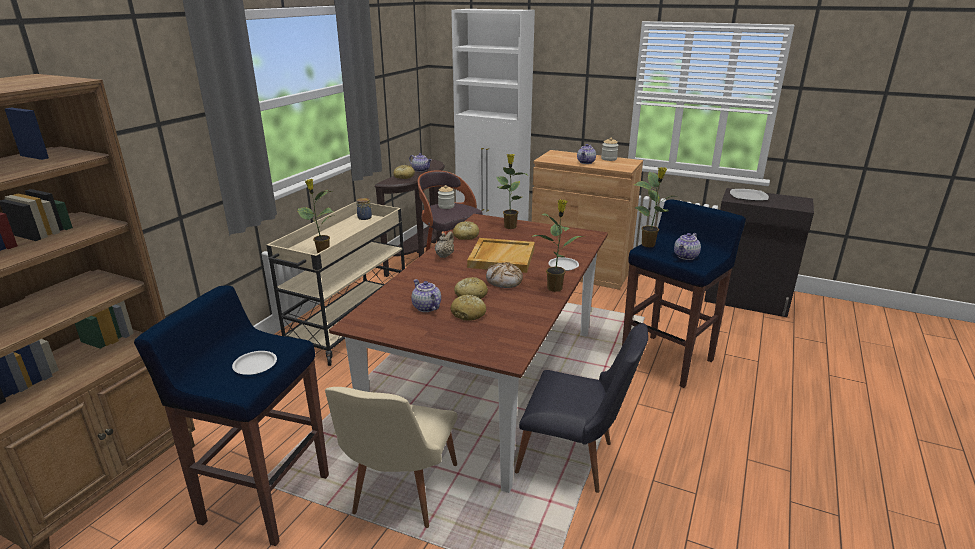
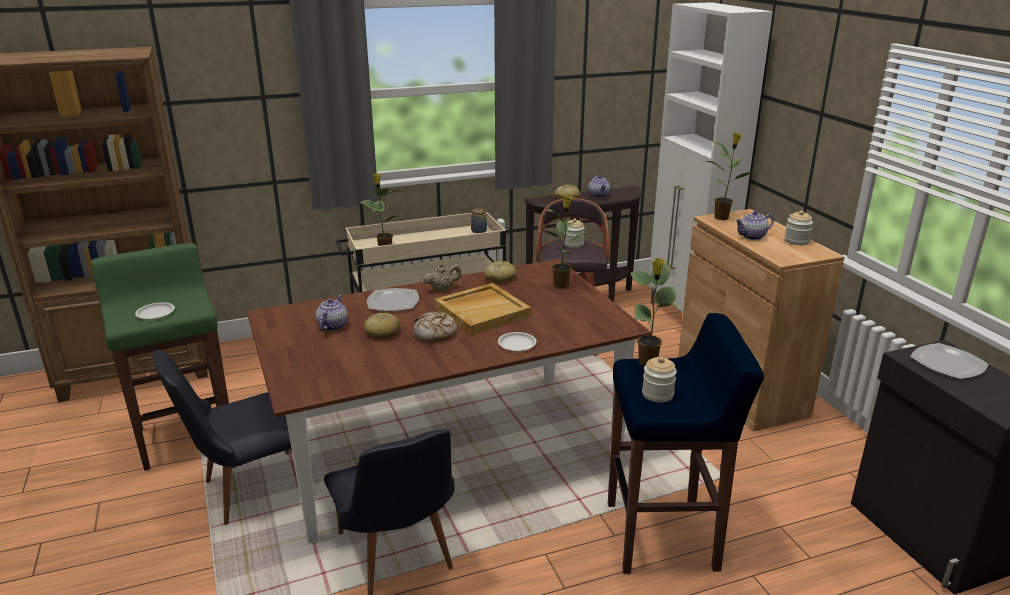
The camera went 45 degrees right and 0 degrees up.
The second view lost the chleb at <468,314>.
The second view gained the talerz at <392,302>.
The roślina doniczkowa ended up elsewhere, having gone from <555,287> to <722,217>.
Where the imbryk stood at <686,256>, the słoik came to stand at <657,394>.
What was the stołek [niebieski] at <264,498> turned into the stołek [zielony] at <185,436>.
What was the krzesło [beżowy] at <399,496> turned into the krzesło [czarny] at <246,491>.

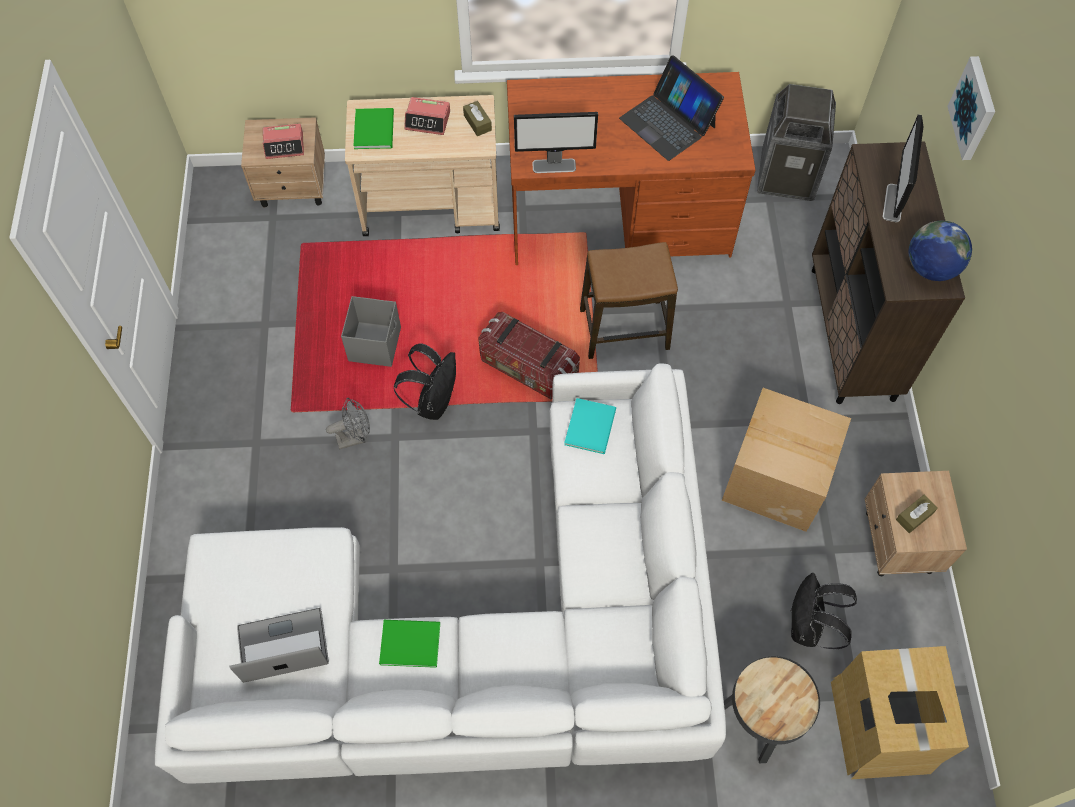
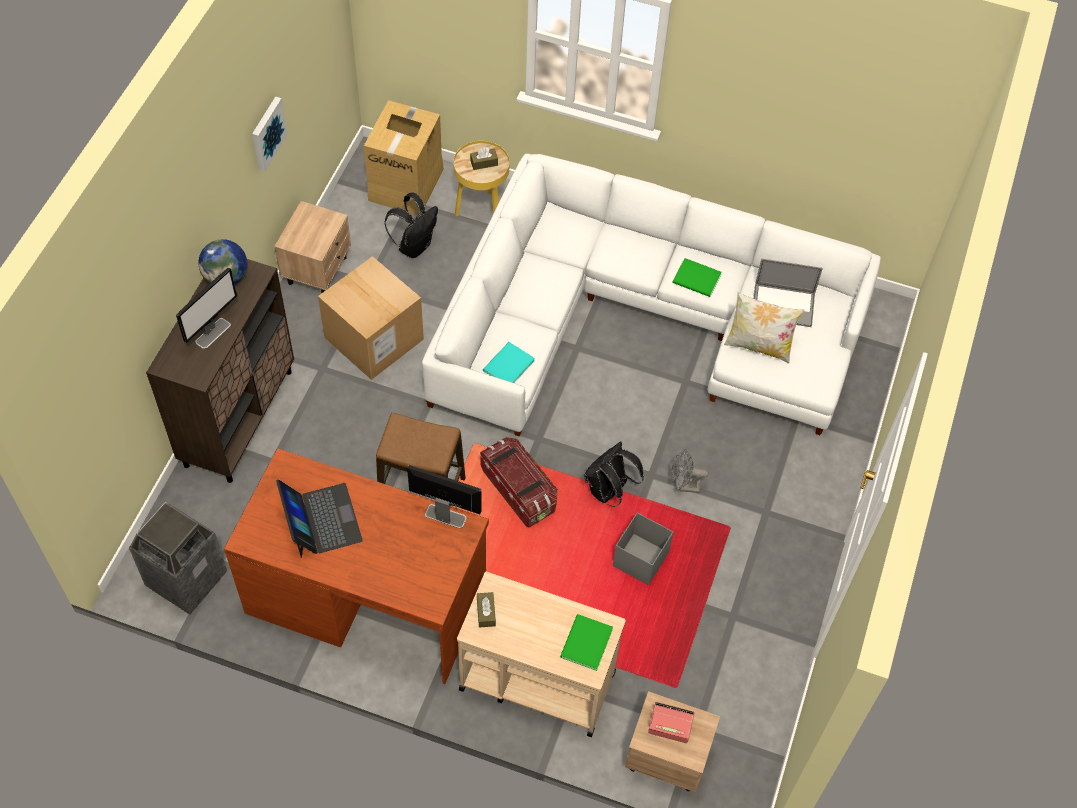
The camera went 160 degrees left and 5 degrees down.
The second view lost the budzik at <428,120>.
The second view gained the poduszka at <758,346>.
The pudełko chusteczek [brązowy] ended up elsewhere, having gone from <914,516> to <484,163>.
The obraz ended up elsewhere, having gone from <974,108> to <267,133>.
What was the stolik [czarny] at <757,723> turned into the stolik [żółty] at <482,211>.

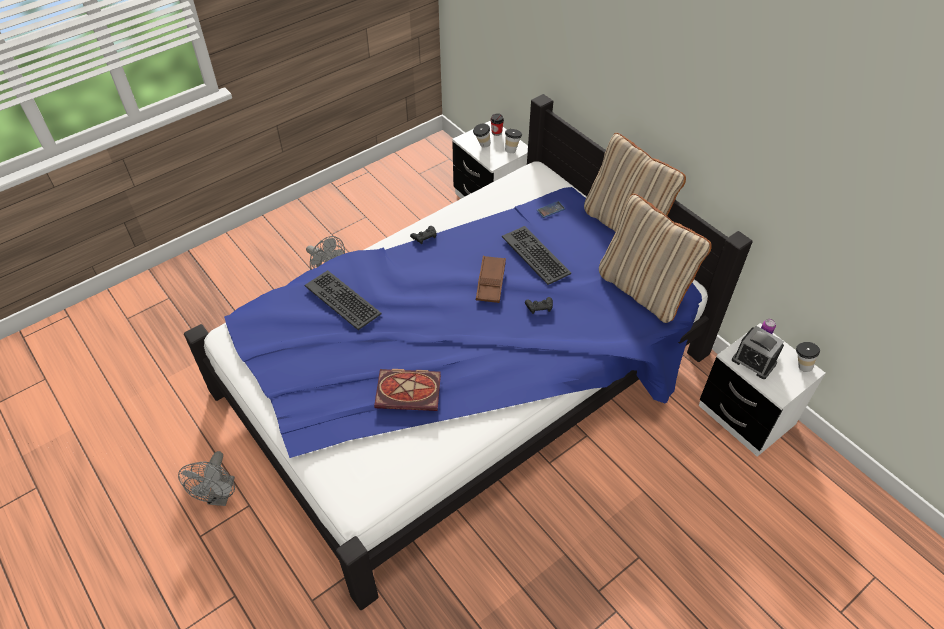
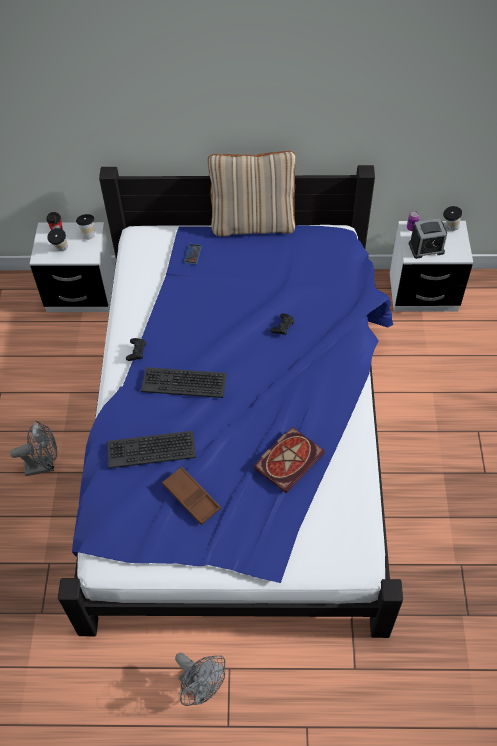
The camera went 50 degrees left and 5 degrees up.
The second view lost the poduszka [beżowy] at <643,290>.
The taca [brązowy] ended up elsewhere, having gone from <490,282> to <191,497>.
The klawiatura ended up elsewhere, having gone from <536,255> to <184,382>.

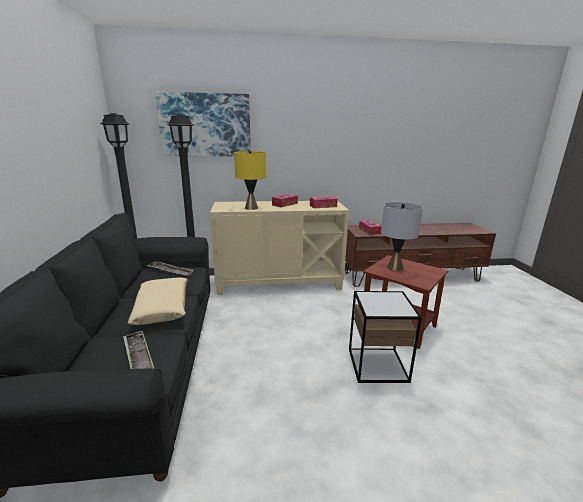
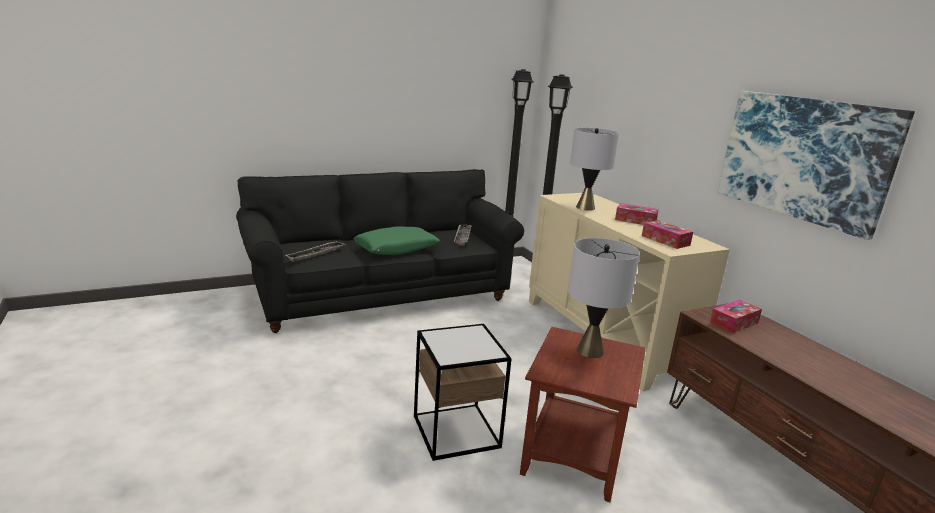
The camera went 70 degrees right and 0 degrees up.
The obraz ended up elsewhere, having gone from <205,125> to <803,158>.
What was the poduszka [beżowy] at <162,307> turned into the poduszka [zielony] at <396,249>.
What was the lampa stołowa [żółty] at <251,208> turned into the lampa stołowa [szary] at <585,208>.

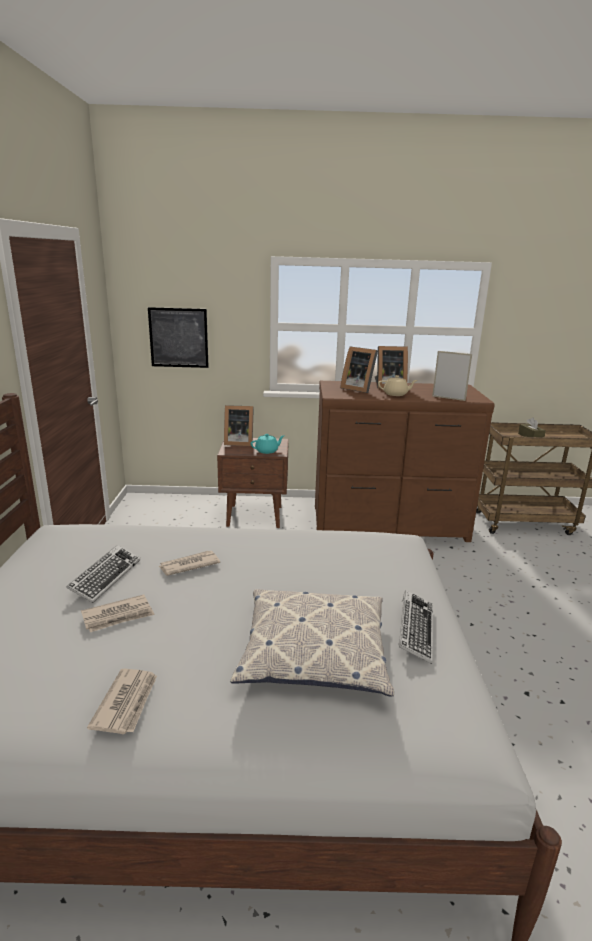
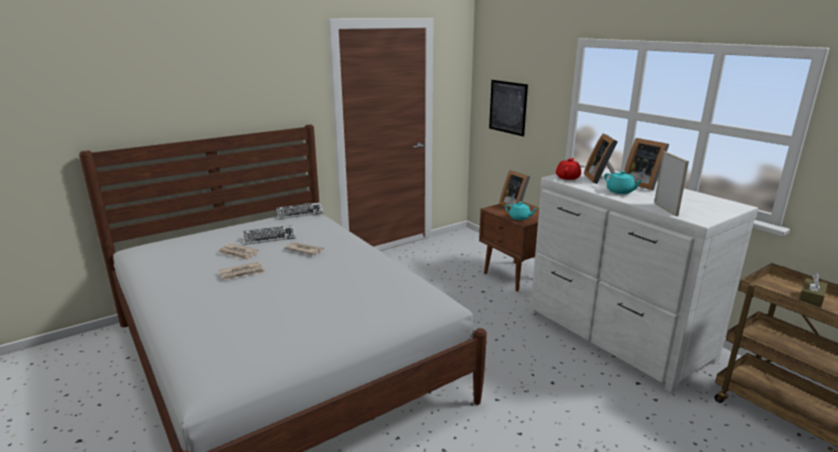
The camera went 55 degrees right and 0 degrees up.
The second view lost the poduszka at <314,651>.
The second view gained the imbryk [czerwony] at <568,177>.
The gazeta ended up elsewhere, having gone from <127,703> to <242,273>.
The klawiatura ended up elsewhere, having gone from <415,630> to <300,213>.
What was the komoda [brązowy] at <389,524> turned into the komoda [biały] at <615,335>.
What was the imbryk [beżowy] at <396,394> turned into the imbryk [turkusowy] at <620,191>.

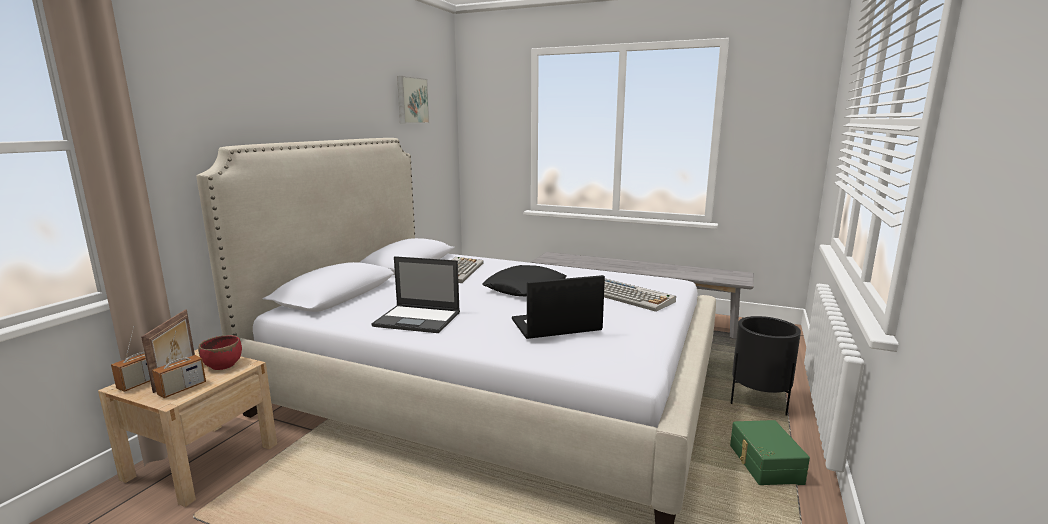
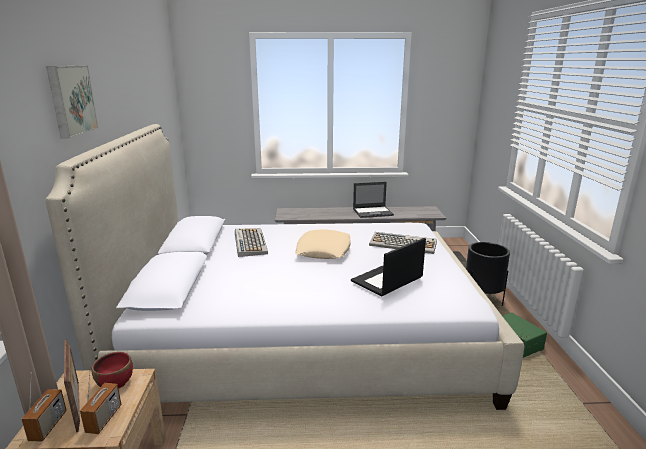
The camera went 25 degrees left and 5 degrees up.
The laptop ended up elsewhere, having gone from <418,319> to <373,212>.
The obraz ended up elsewhere, having gone from <411,100> to <70,100>.
What was the poduszka [czarny] at <525,288> turned into the poduszka [beżowy] at <323,250>.

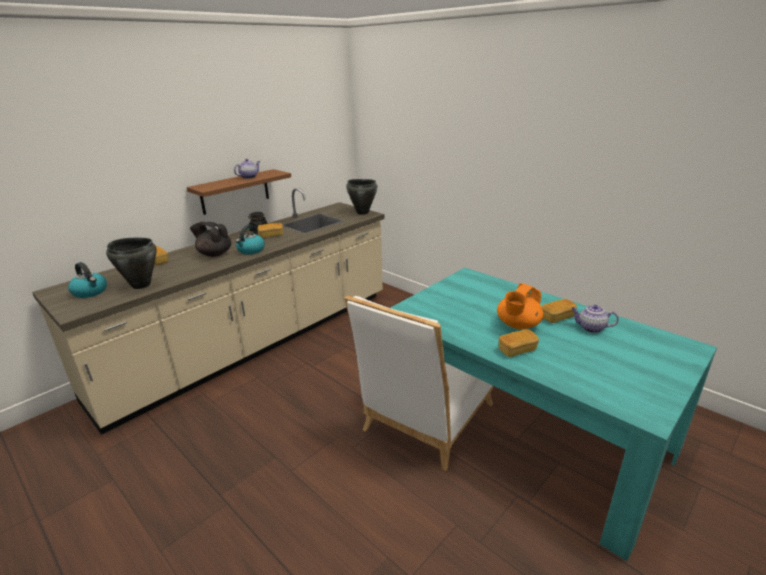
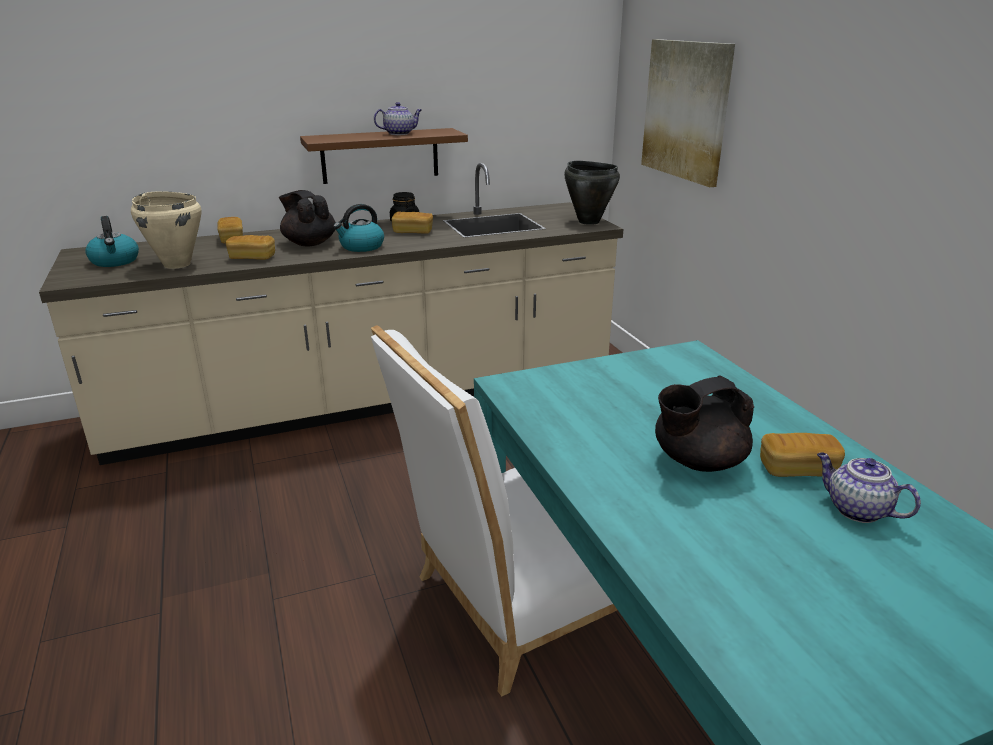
The camera went 25 degrees right and 0 degrees up.
The second view gained the obraz at <686,110>.
The chleb ended up elsewhere, having gone from <517,350> to <252,258>.
What was the garnek [czarny] at <141,285> turned into the garnek [beżowy] at <177,264>.
What was the imbryk [pomarańczowy] at <517,325> turned into the imbryk [czarny] at <697,461>.

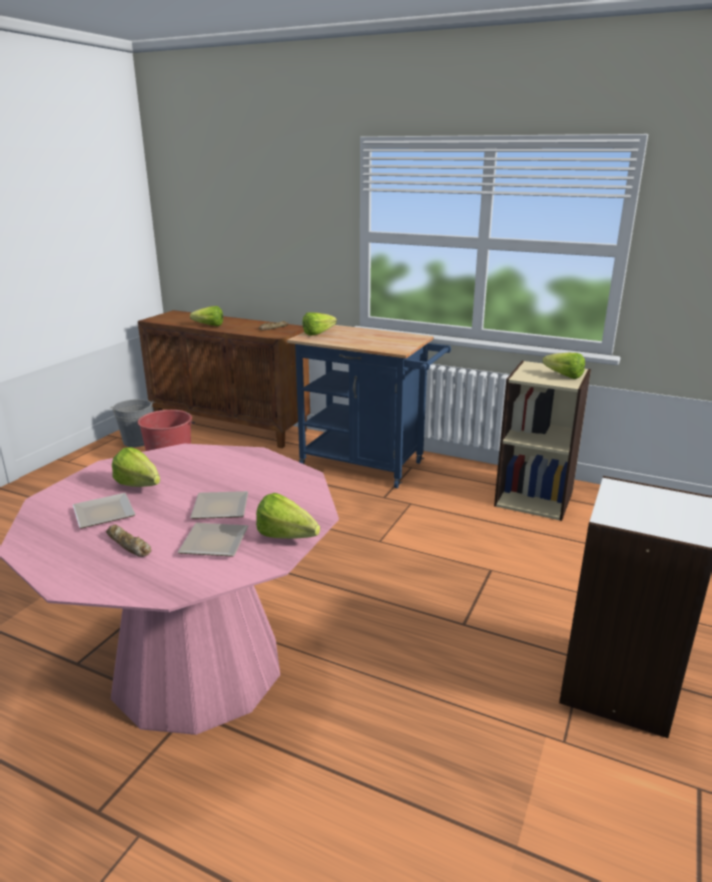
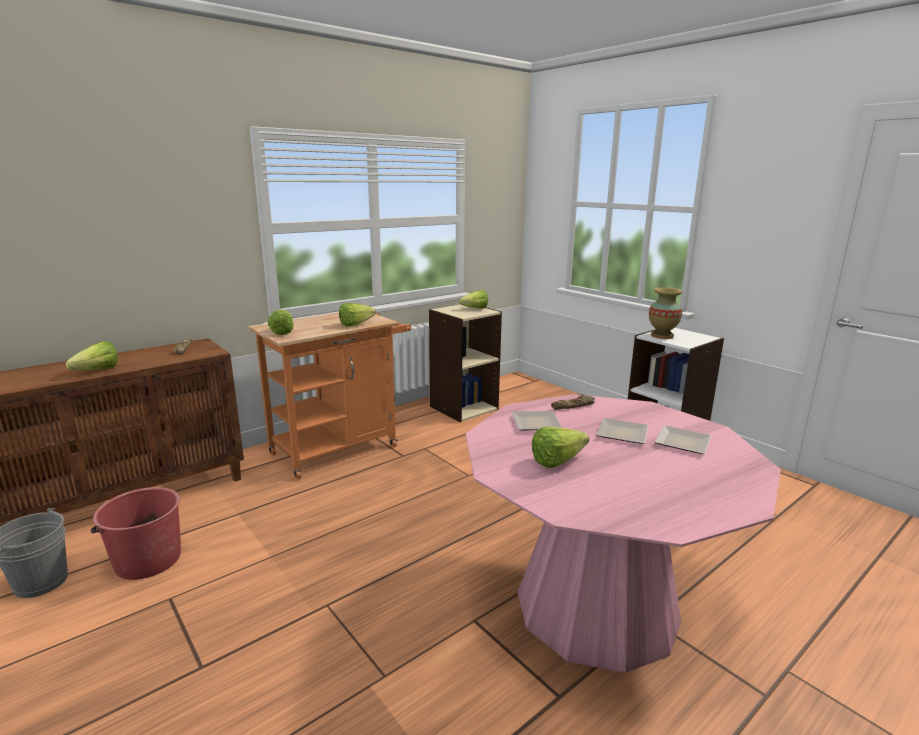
The camera went 65 degrees left and 5 degrees down.
The second view gained the wazon at <662,336>.
The talerz ended up elsewhere, having gone from <102,513> to <534,424>.
The chleb ended up elsewhere, having gone from <128,545> to <573,406>.
The sałata ended up elsewhere, having gone from <290,539> to <359,324>.
What was the wózek [niebieski] at <369,466> turned into the wózek [pomarańczowy] at <341,447>.

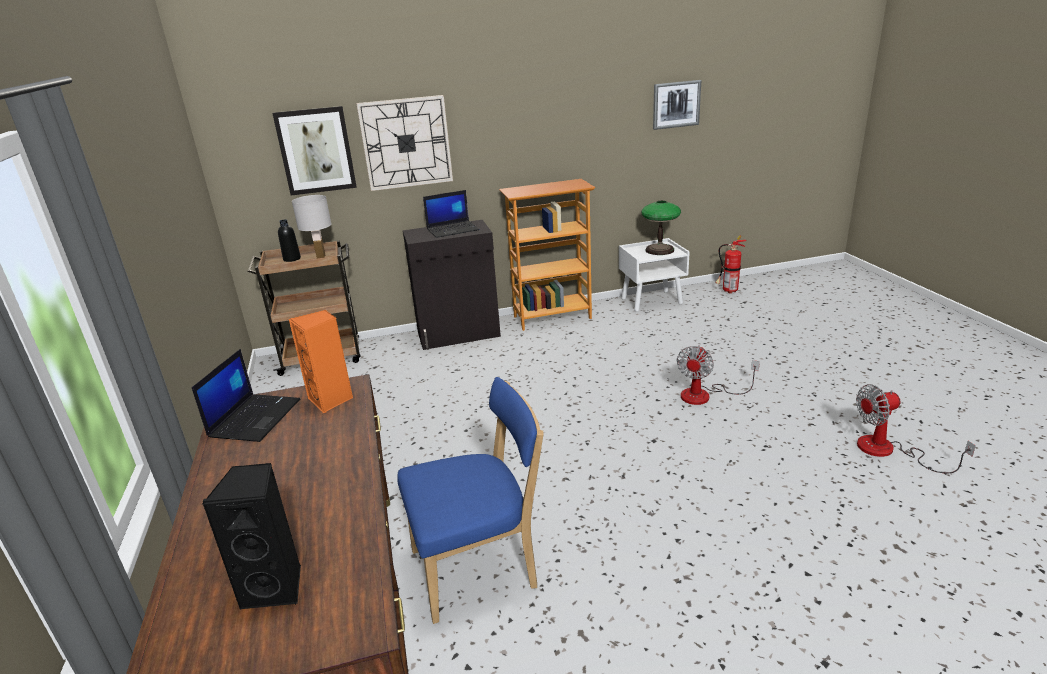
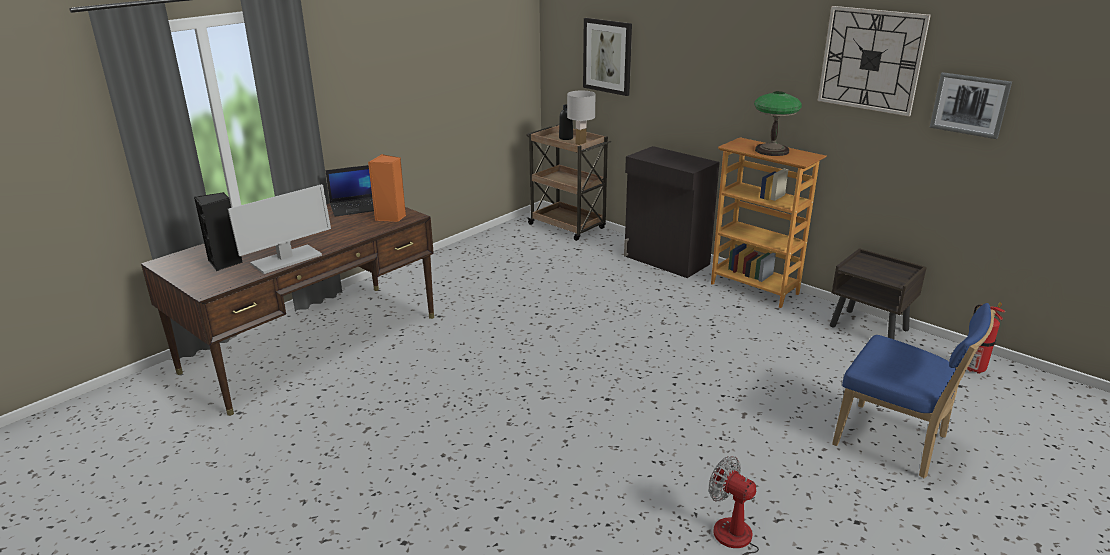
The camera went 55 degrees right and 0 degrees up.
The second view lost the laptop at <453,229>.
The second view lost the wentylator at <705,395>.
The second view gained the monitor at <286,260>.
The zegar ścienny ended up elsewhere, having gone from <406,143> to <871,60>.
The krzesło [niebieski] ended up elsewhere, having gone from <480,568> to <895,443>.
The lampa stołowa ended up elsewhere, having gone from <659,250> to <771,150>.
What was the szafka nocna [biały] at <652,301> turned into the szafka nocna [brązowy] at <869,328>.

